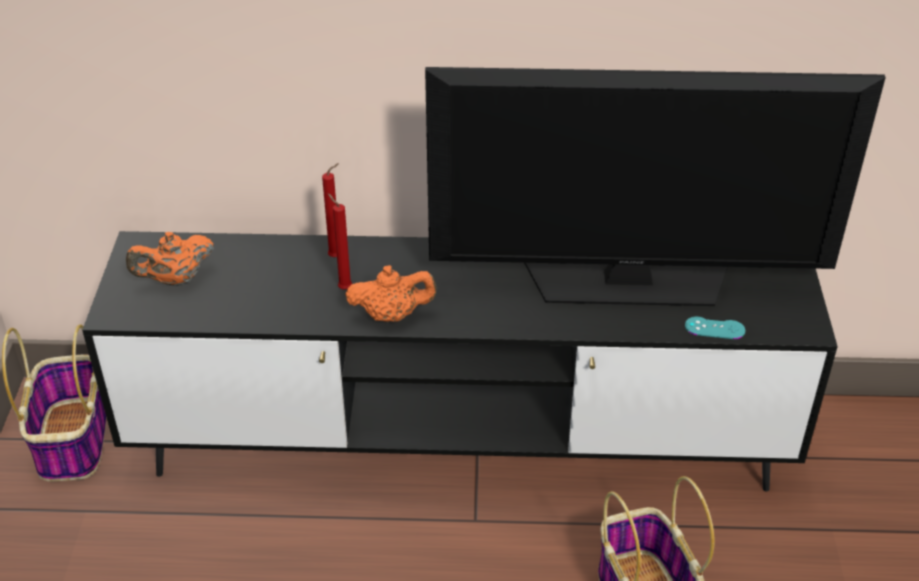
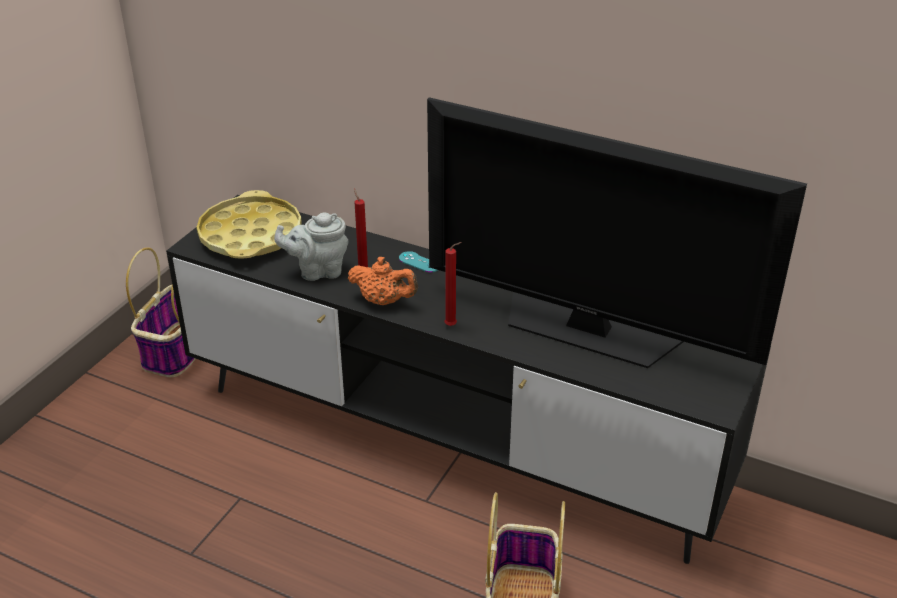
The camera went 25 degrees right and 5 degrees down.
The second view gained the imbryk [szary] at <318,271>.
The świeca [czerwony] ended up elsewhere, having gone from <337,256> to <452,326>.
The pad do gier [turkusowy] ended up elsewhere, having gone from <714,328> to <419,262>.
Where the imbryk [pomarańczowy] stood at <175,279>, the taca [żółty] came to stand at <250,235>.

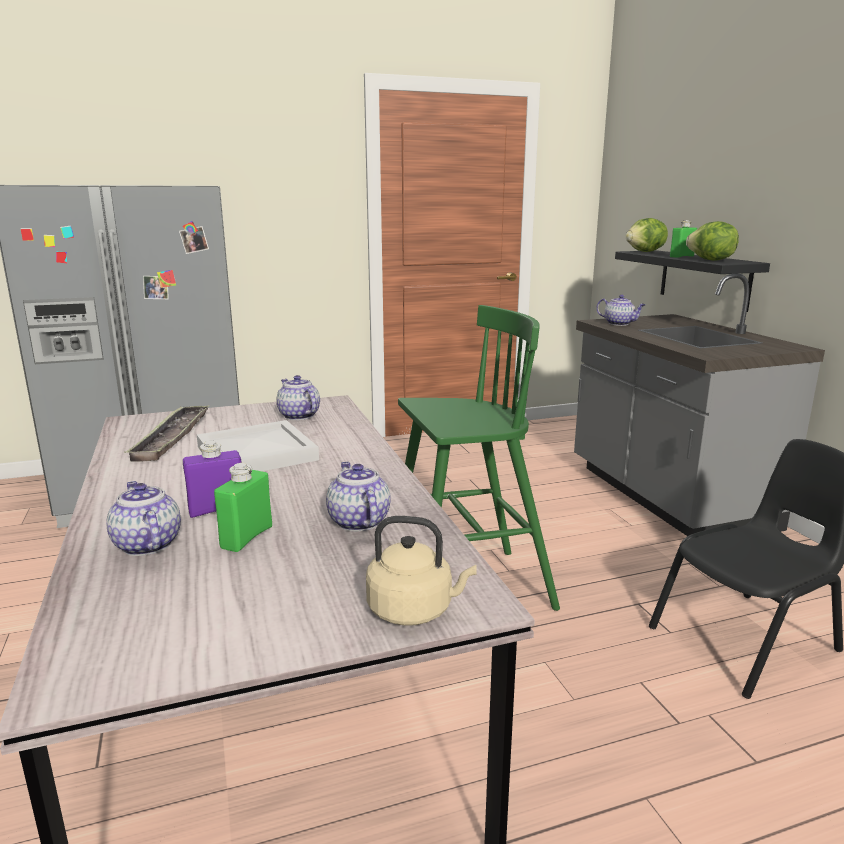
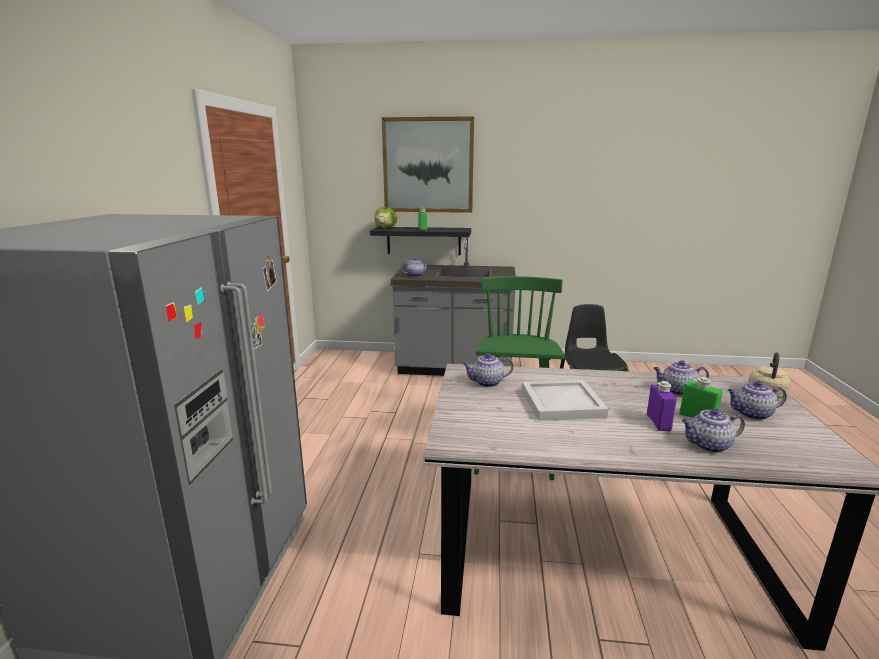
The camera went 65 degrees left and 0 degrees up.
The second view lost the taca at <172,438>.
The second view lost the sałata at <710,260>.
The second view gained the obraz at <428,165>.
The second view gained the imbryk at <751,414>.

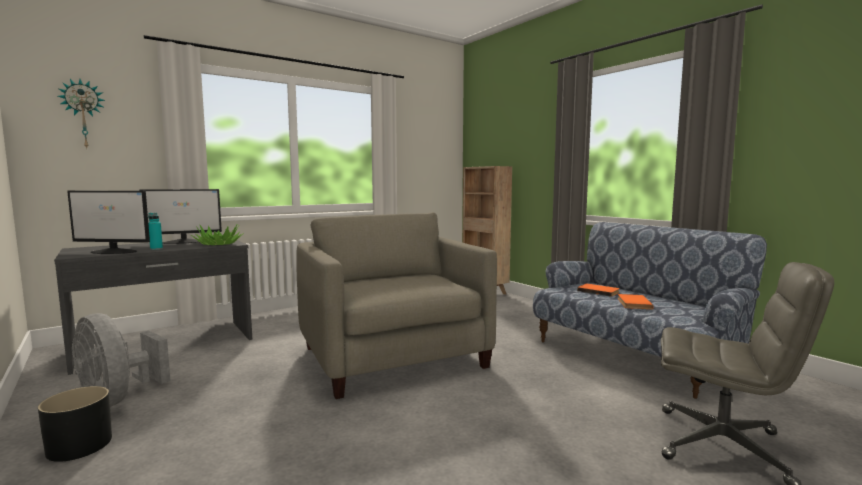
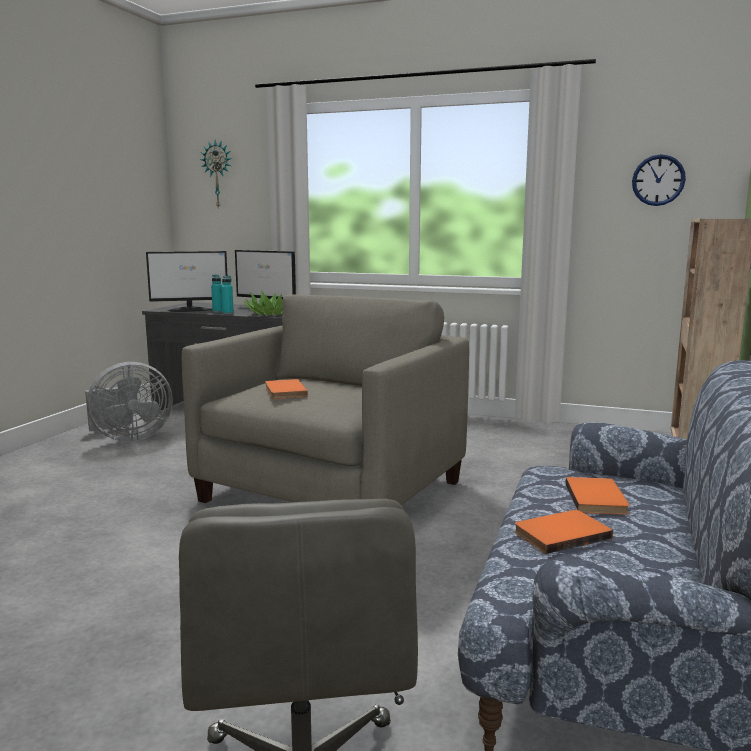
The camera went 55 degrees right and 5 degrees up.
The second view lost the donica [czarny] at <79,445>.
The second view gained the butelka [turkusowy] at <228,313>.
The second view gained the książka [pomarańczowy] at <283,392>.
The second view gained the zegar ścienny at <658,180>.
The monitor at <114,251> ended up facing another way, 75 degrees counterclockwise from before.
The wentylator [szary] at <118,398> ended up facing another way, 120 degrees counterclockwise from before.

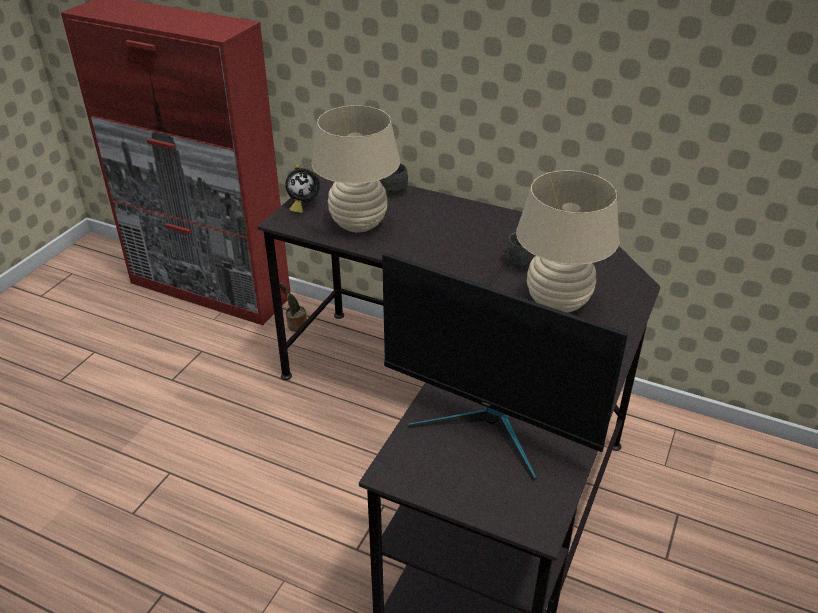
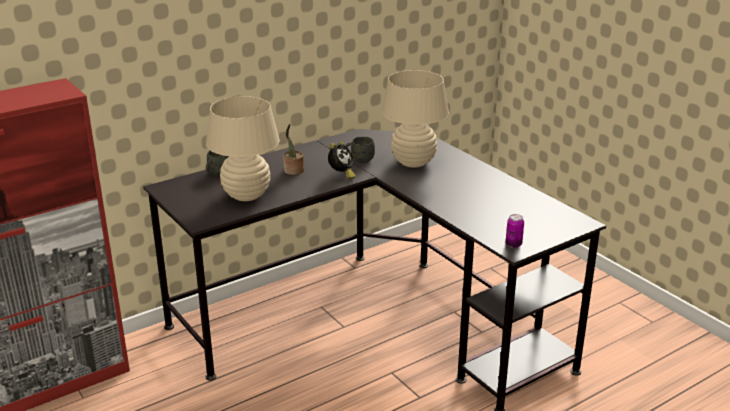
The camera went 60 degrees left and 10 degrees down.
The second view lost the monitor at <489,425>.
The second view gained the puszka at <513,244>.
The roślina doniczkowa ended up elsewhere, having gone from <295,325> to <293,171>.
The budzik ended up elsewhere, having gone from <303,205> to <341,175>.

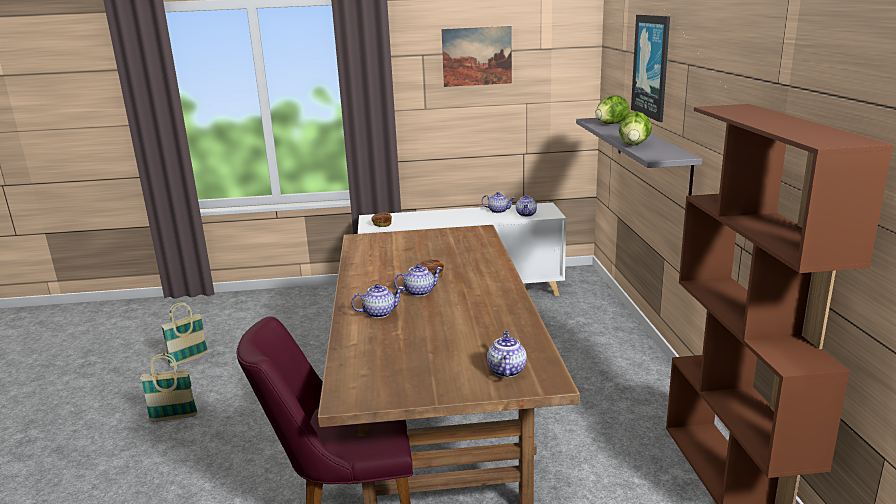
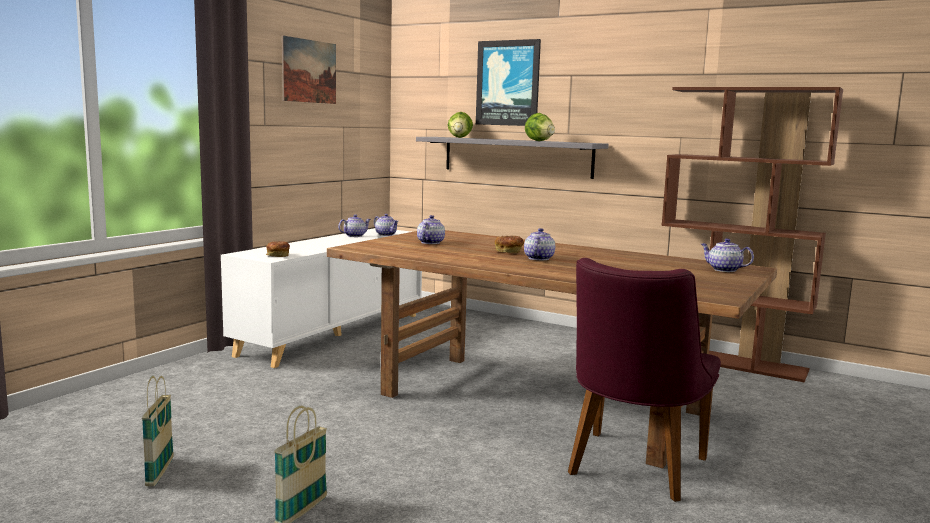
The camera went 55 degrees left and 10 degrees down.
The imbryk ended up elsewhere, having gone from <379,313> to <430,242>.

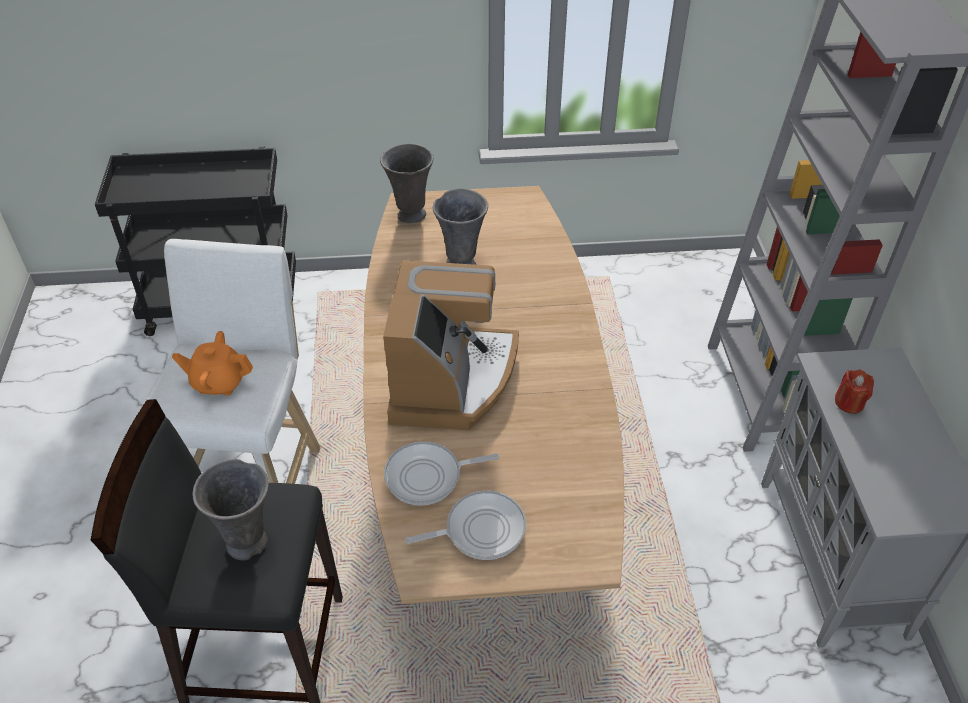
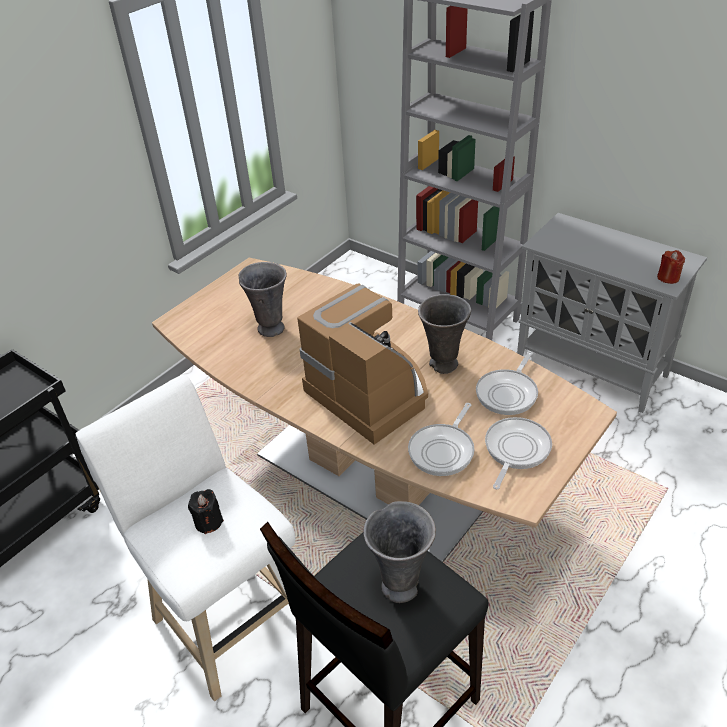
The camera went 45 degrees left and 5 degrees down.
The second view gained the patelnia at <508,393>.
The wazon [szary] ended up elsewhere, having gone from <410,215> to <443,365>.
The świeca [czerwony] ended up elsewhere, having gone from <849,403> to <668,277>.
Where the imbryk [pomarańczowy] stood at <218,382>, the świeca [czarny] came to stand at <208,522>.

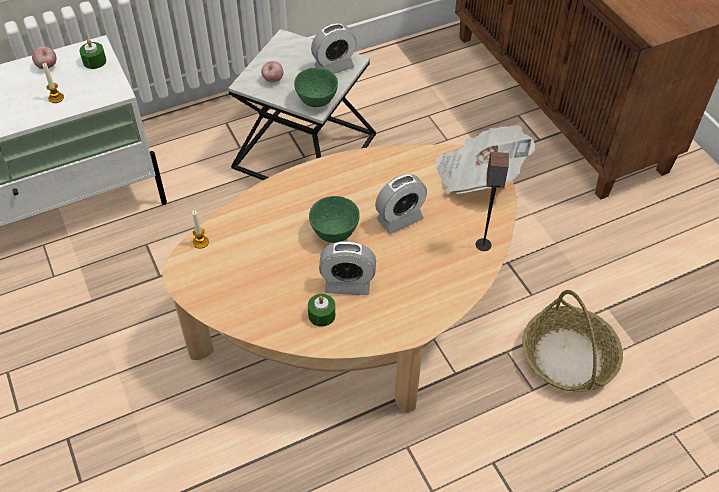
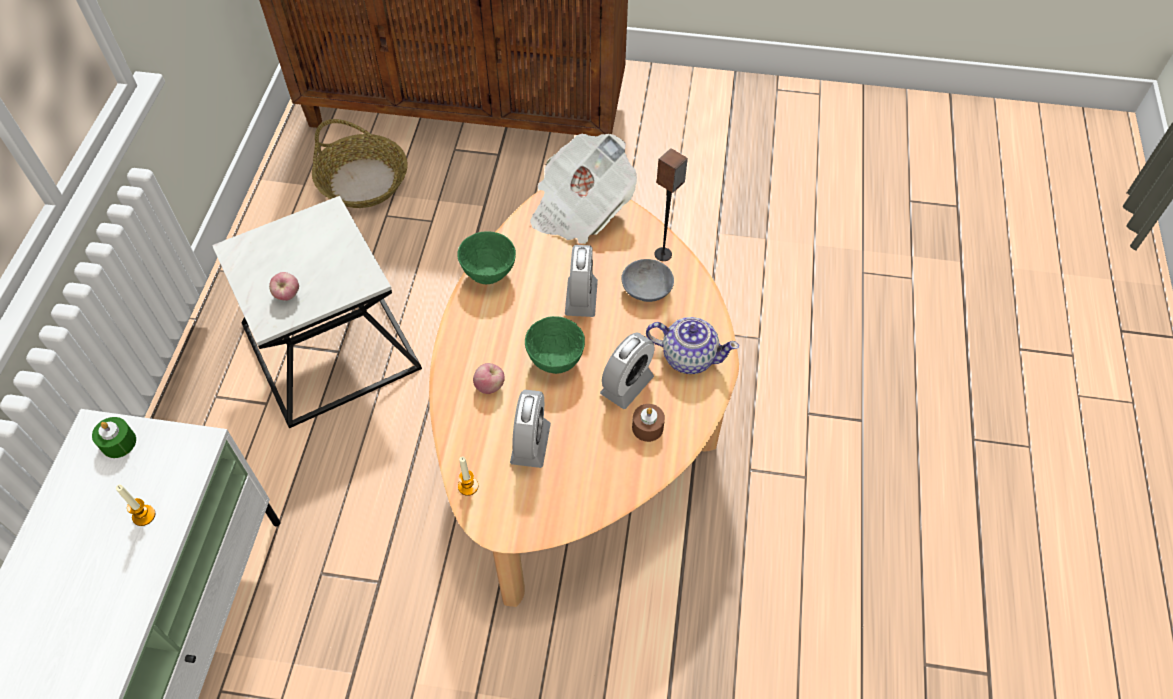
The camera went 55 degrees left and 5 degrees up.
The second view gained the miska [szary] at <645,289>.
The second view gained the imbryk at <688,356>.
The jabłko ended up elsewhere, having gone from <47,67> to <490,386>.
The miska [zielony] ended up elsewhere, having gone from <317,101> to <489,273>.
The budzik ended up elsewhere, having gone from <334,67> to <530,443>.
The koszyk ended up elsewhere, having gone from <568,358> to <364,181>.
What was the świeca [zielony] at <321,315> turned into the świeca [brązowy] at <647,427>.

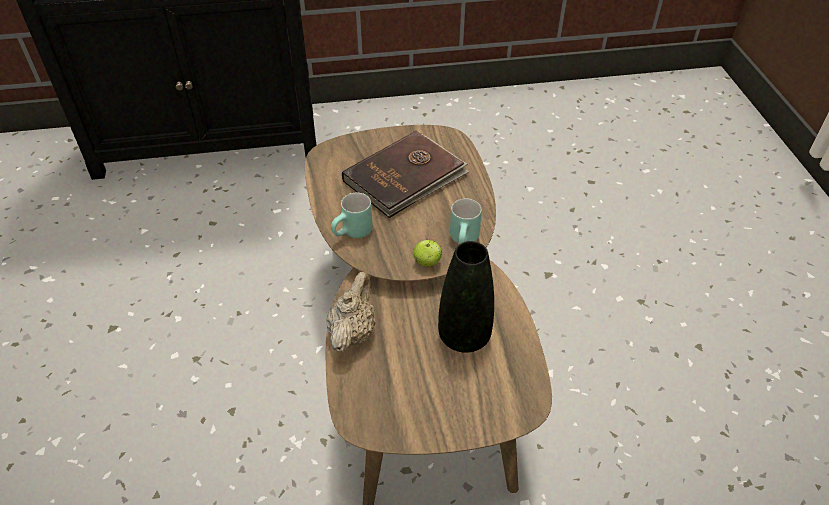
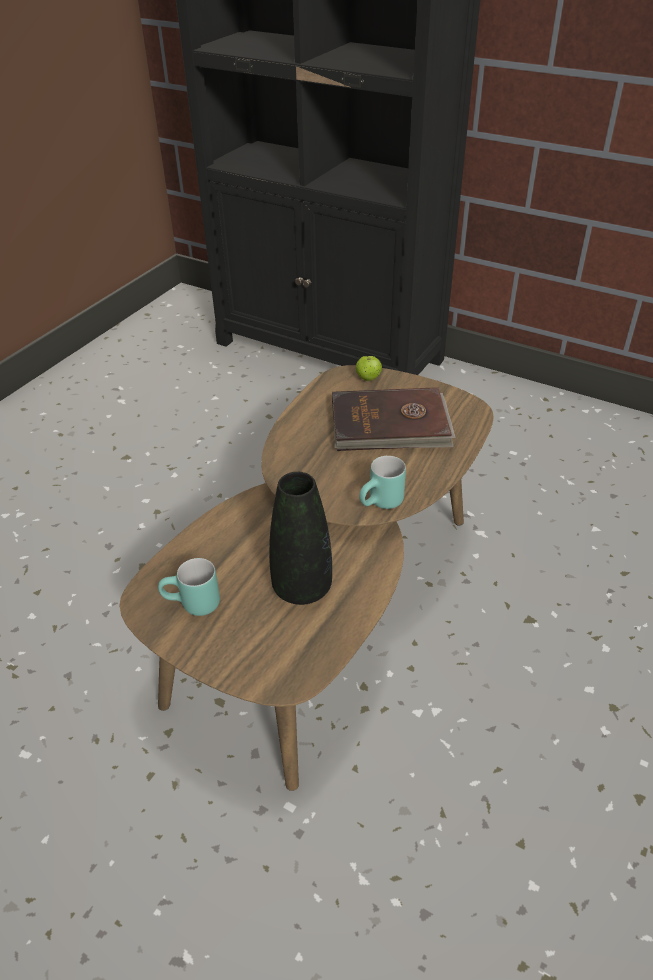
The camera went 40 degrees right and 5 degrees down.
The second view lost the imbryk [beżowy] at <352,332>.
The kubek [turkusowy] ended up elsewhere, having gone from <353,234> to <192,606>.
The jabłko ended up elsewhere, having gone from <427,262> to <368,378>.

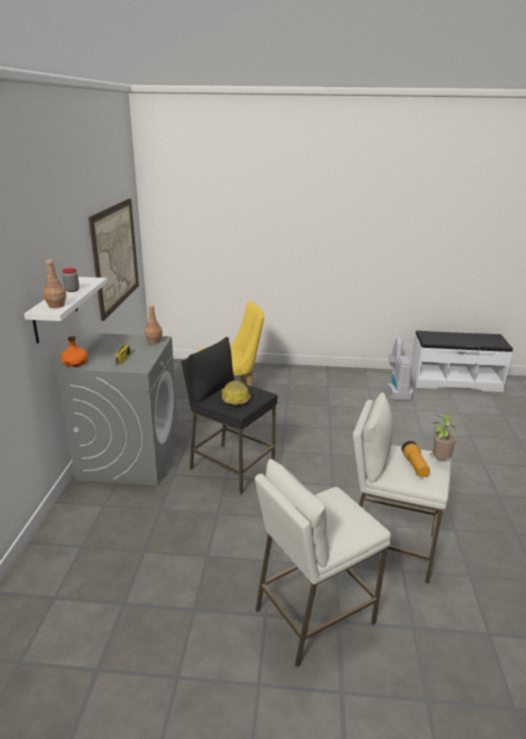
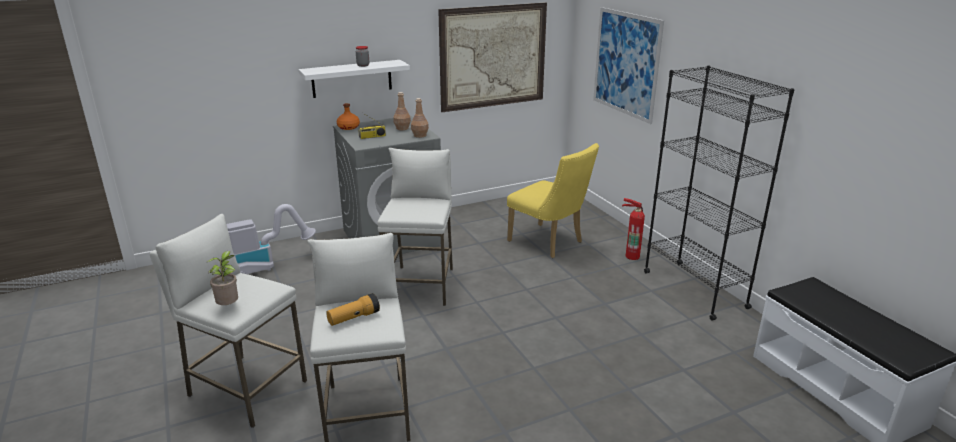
The camera went 60 degrees right and 0 degrees up.
The second view lost the kask at <234,399>.
The second view gained the obraz at <626,63>.
The second view gained the gaśnica at <631,256>.
The second view gained the regał [czarny] at <694,289>.
The butelka [brązowy] ended up elsewhere, having gone from <56,305> to <402,128>.
The odkurzacz ended up elsewhere, having gone from <396,388> to <268,265>.
The roślina doniczkowa ended up elsewhere, having gone from <439,459> to <229,306>.
What was the stołek [czarny] at <231,467> turned into the stołek [biały] at <421,285>.

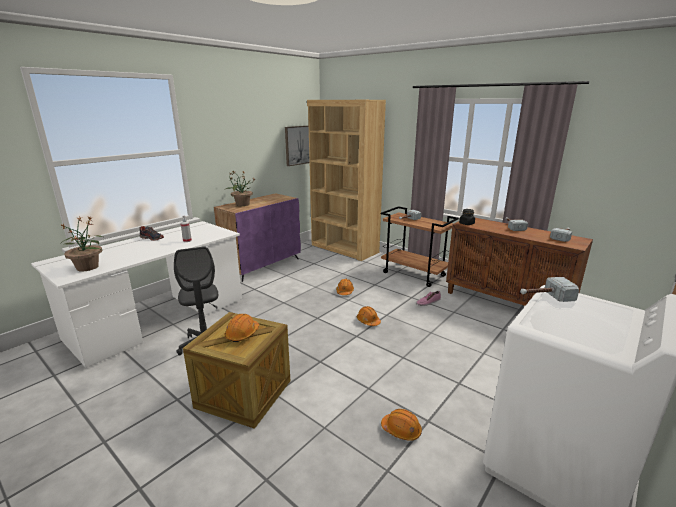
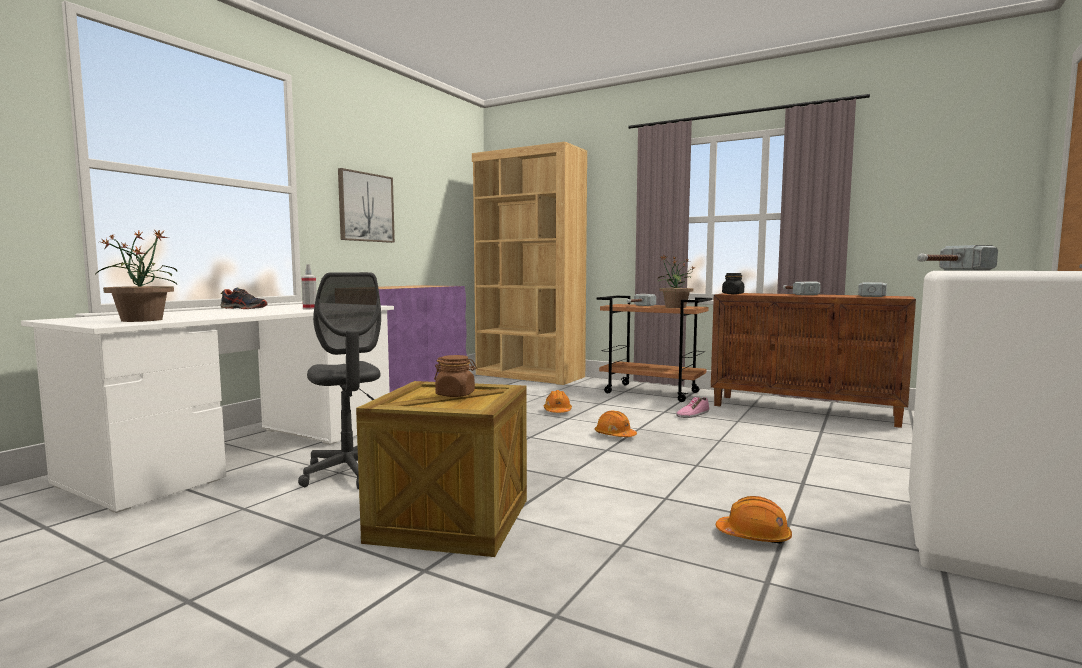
The camera went 10 degrees left and 15 degrees down.
The roślina doniczkowa ended up elsewhere, having gone from <242,204> to <675,307>.
The obraz ended up elsewhere, having gone from <299,145> to <366,207>.
Where the kask [pomarańczowy] stood at <242,334>, the słoik [brązowy] came to stand at <455,394>.

